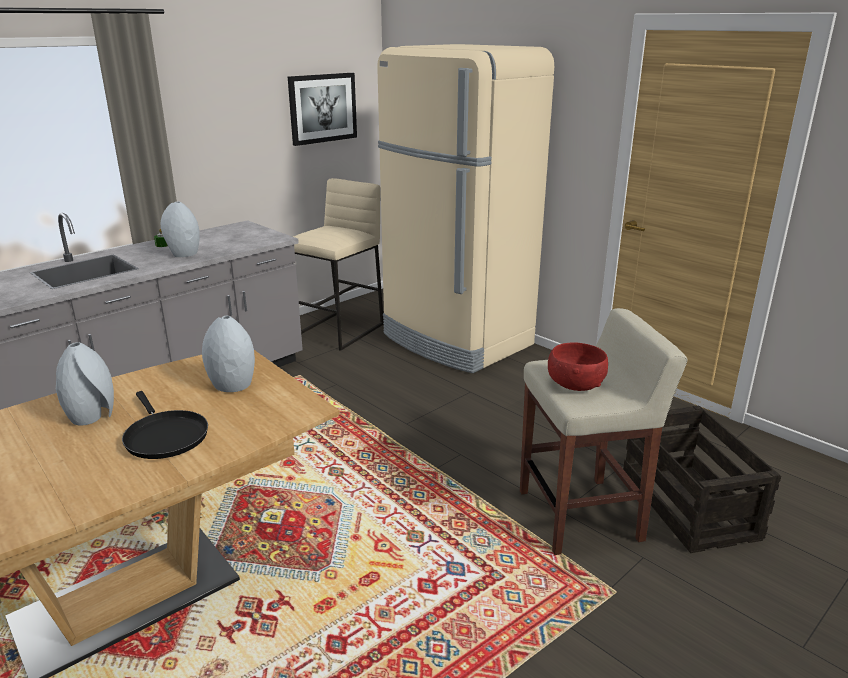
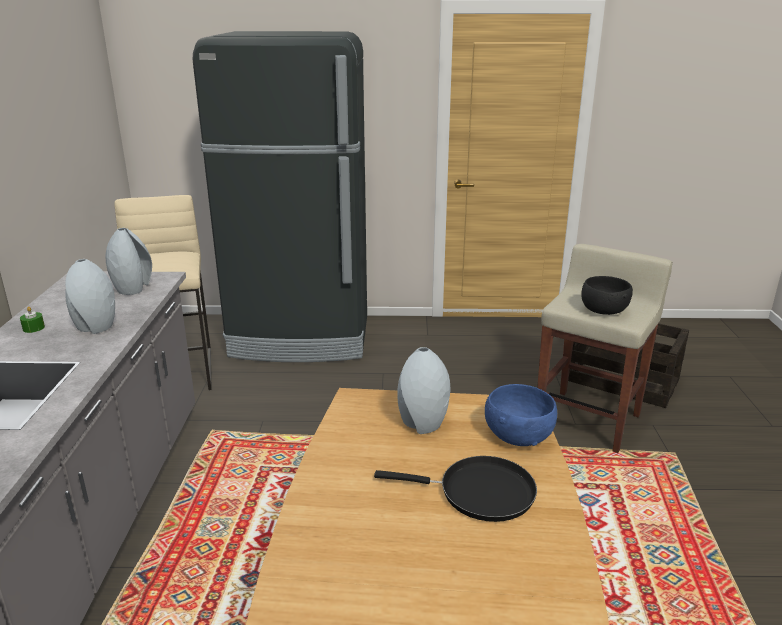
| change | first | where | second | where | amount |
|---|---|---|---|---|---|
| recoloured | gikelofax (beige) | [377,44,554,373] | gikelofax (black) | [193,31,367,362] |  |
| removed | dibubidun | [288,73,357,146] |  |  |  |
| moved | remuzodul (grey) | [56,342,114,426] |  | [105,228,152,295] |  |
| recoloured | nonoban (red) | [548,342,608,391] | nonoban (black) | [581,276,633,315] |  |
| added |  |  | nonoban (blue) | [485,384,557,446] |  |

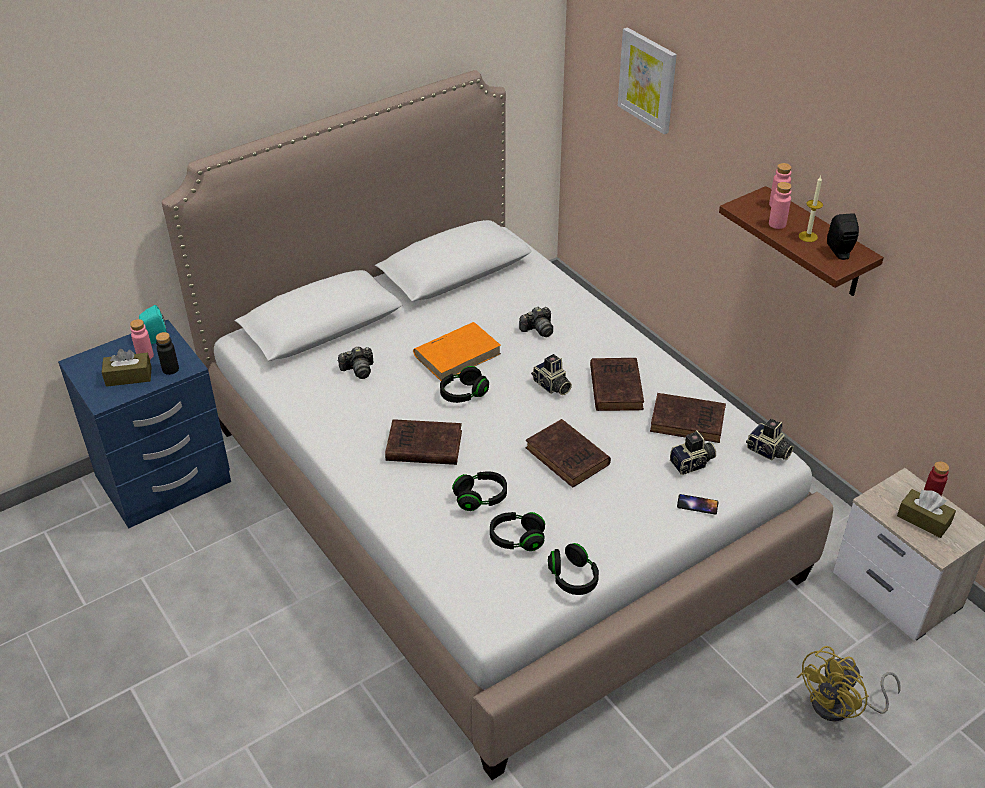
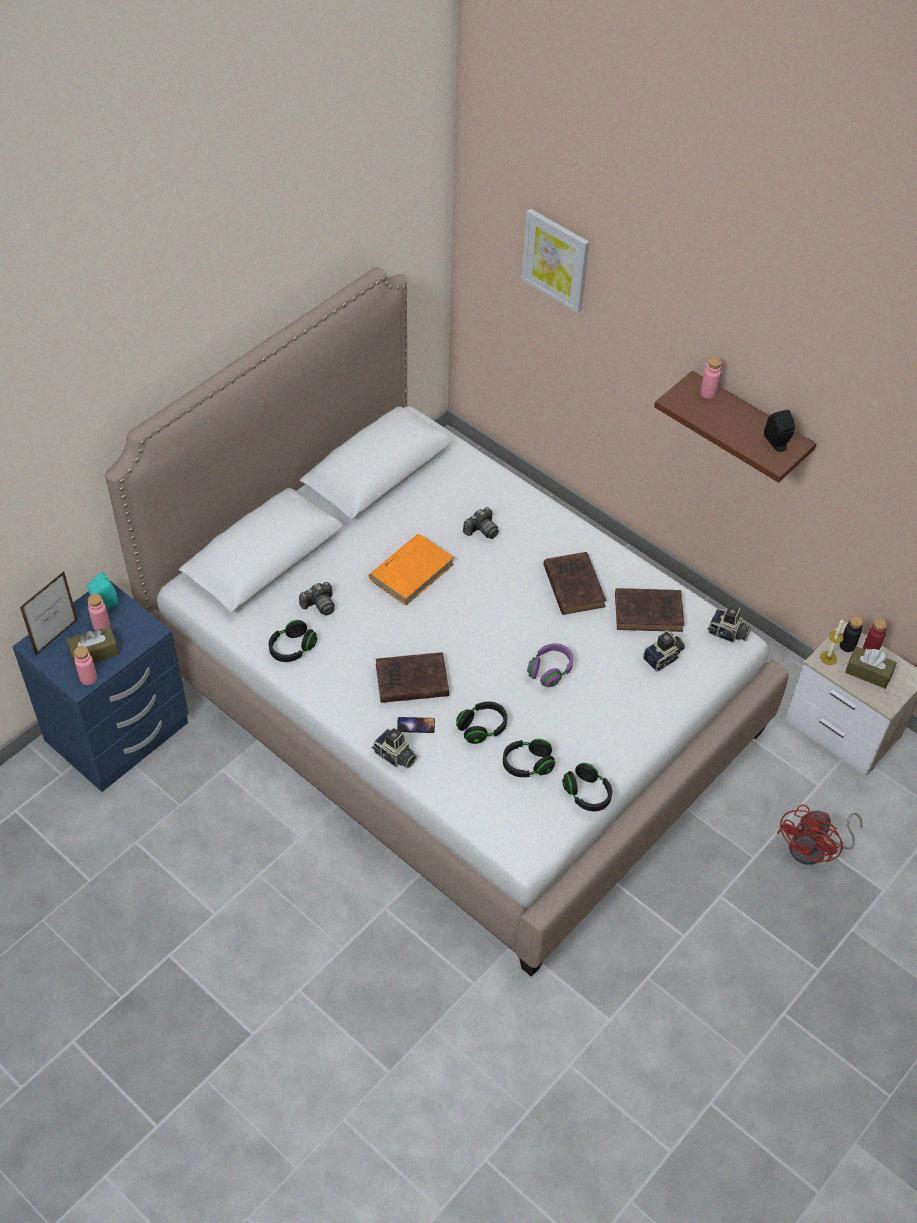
| change | first | where | second | where | amount |
|---|---|---|---|---|---|
| moved | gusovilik | [799,176,823,242] |  | [820,619,844,665] |  |
| moved | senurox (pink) | [769,182,792,229] |  | [74,646,97,685] |  |
| moved | senurox (black) | [156,332,179,375] |  | [840,616,863,652] |  |
| moved | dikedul | [531,354,572,395] |  | [372,728,417,768] |  |
| moved | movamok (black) | [440,366,489,403] |  | [269,620,317,662] |  |
| replaced | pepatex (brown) | [525,419,611,488] | movamok (purple) | [527,643,573,687] |  |
| moved | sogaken | [677,494,718,515] |  | [397,717,435,733] |  |
| recoloured | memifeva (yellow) | [797,646,900,721] | memifeva (red) | [777,804,862,865] |  |
| added |  |  | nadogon | [20,571,78,655] |  |

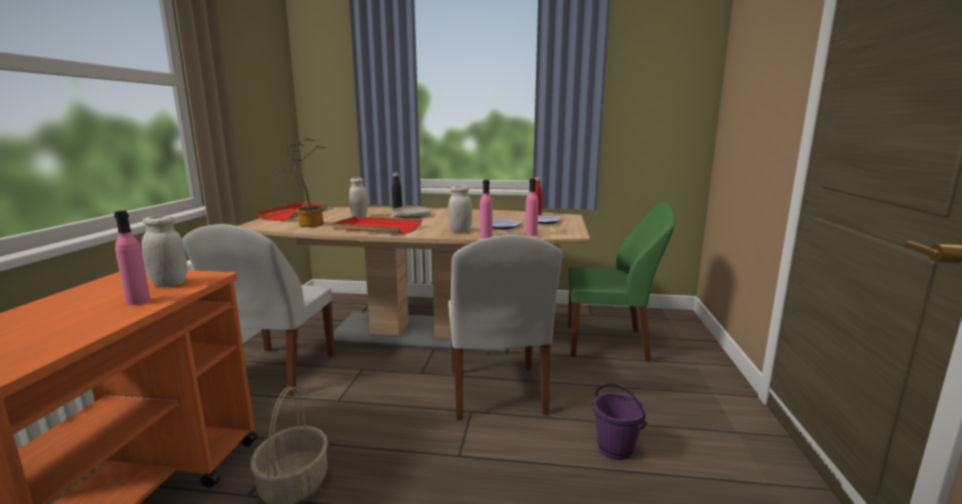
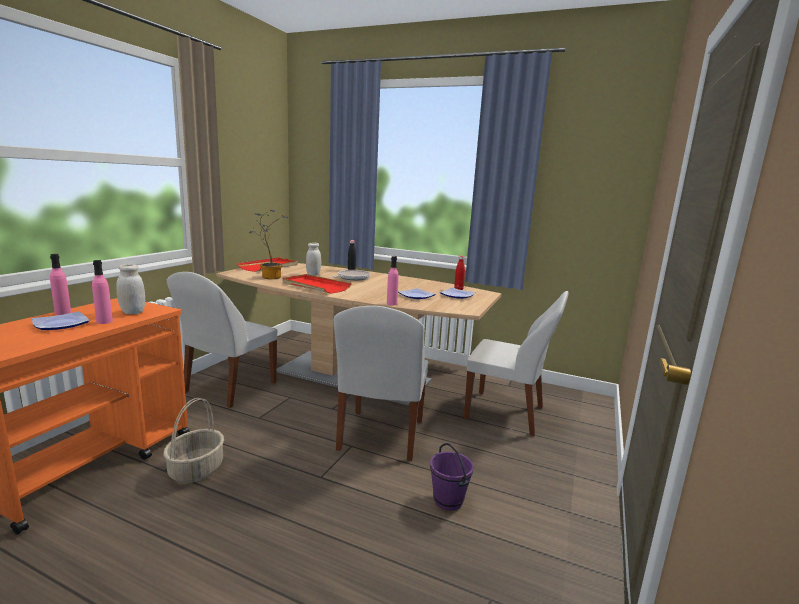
| change | first | where | second | where | amount |
|---|---|---|---|---|---|
| moved | senurox (pink) | [525,178,538,236] |  | [50,254,71,315] |  |
| removed | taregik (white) | [448,186,472,232] |  |  |  |
| recoloured | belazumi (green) | [568,202,675,362] | belazumi (white) | [464,291,569,436] |  |
| added |  |  | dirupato | [32,311,89,330] |  |

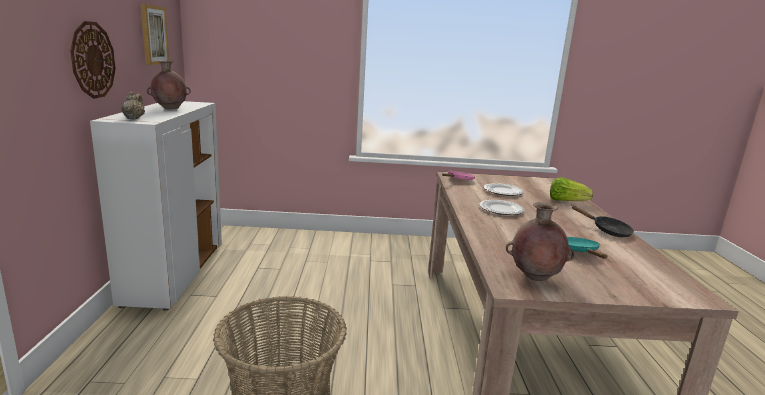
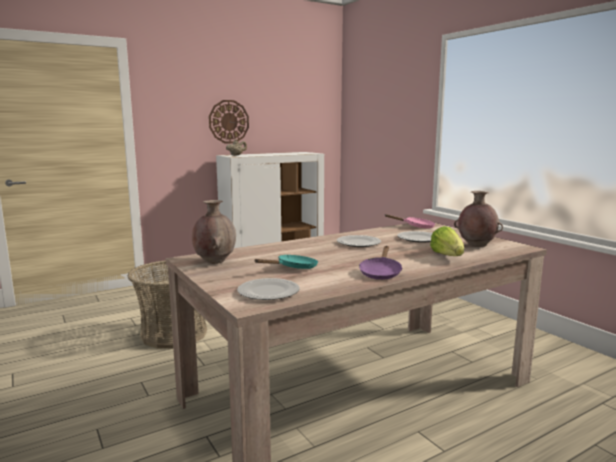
| change | first | where | second | where | amount |
|---|---|---|---|---|---|
| removed | dibubidun | [140,4,169,65] |  |  |  |
| moved | remuzodul (brown) | [147,61,191,110] |  | [454,191,503,247] |  |
| recoloured | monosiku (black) | [572,206,634,237] | monosiku (purple) | [359,246,403,280] |  |
| added |  |  | dirupato | [237,278,300,300] |  |

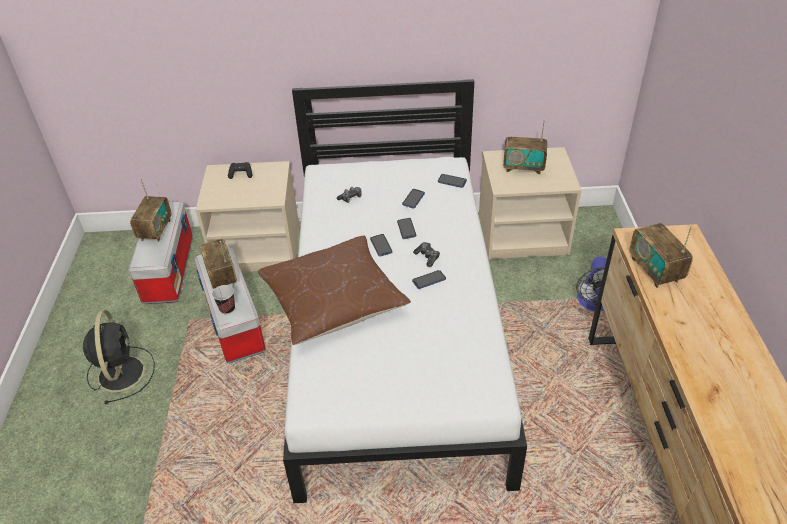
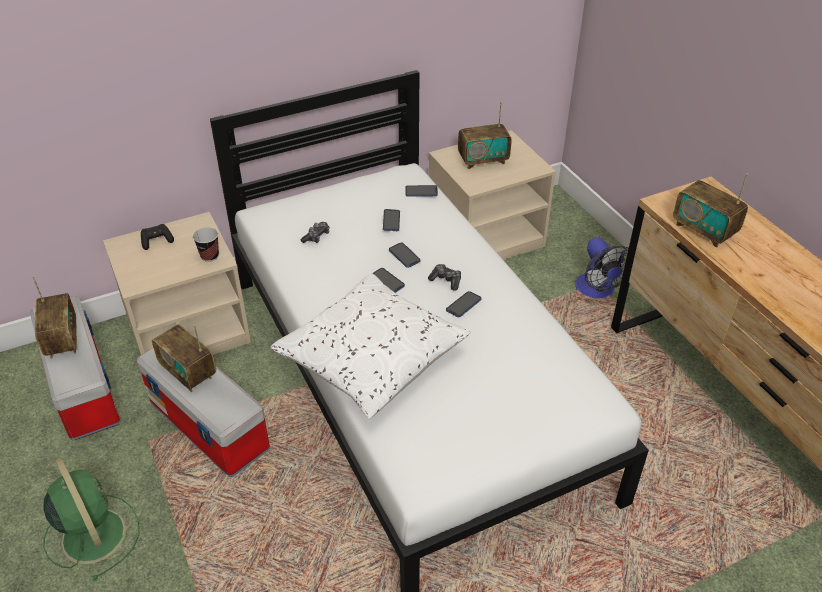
| change | first | where | second | where | amount |
|---|---|---|---|---|---|
| recoloured | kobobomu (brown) | [258,235,411,345] | kobobomu (white) | [270,273,470,419] |  |
| moved | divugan | [212,285,235,314] |  | [193,227,219,262] |  |
| recoloured | memifeva (black) | [83,310,155,404] | memifeva (green) | [43,457,140,581] |  |

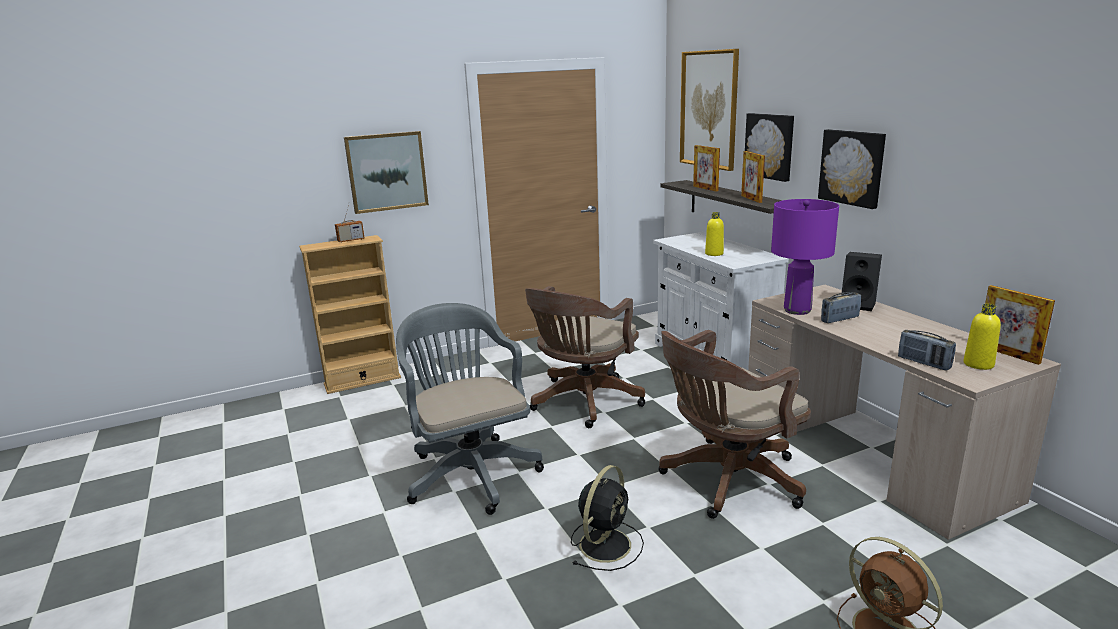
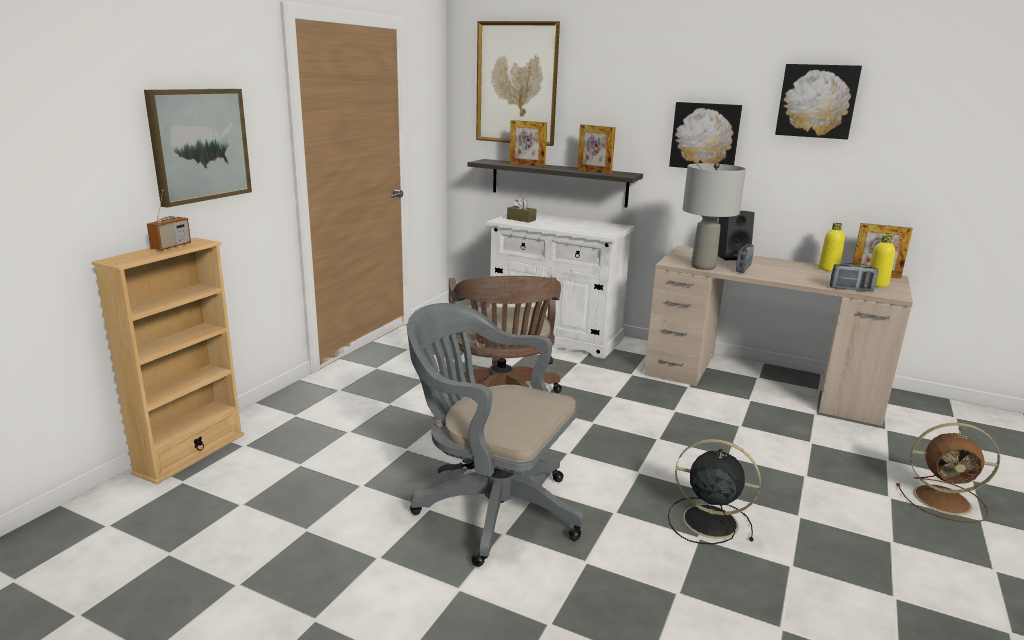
| change | first | where | second | where | amount |
|---|---|---|---|---|---|
| moved | dibubidun | [745,113,794,182] |  | [775,64,862,139] |  |
| recoloured | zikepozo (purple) | [771,199,839,315] | zikepozo (grey) | [683,162,746,270] |  |
| moved | senurox (yellow) | [705,212,724,256] |  | [818,223,845,271] |  |
| removed | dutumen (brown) | [658,330,811,519] |  |  |  |
| turned | memifeva (black) | [571,465,644,571] |  | [668,439,761,544] | 60 degrees counterclockwise |
| added |  |  | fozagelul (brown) | [507,197,537,222] |  |

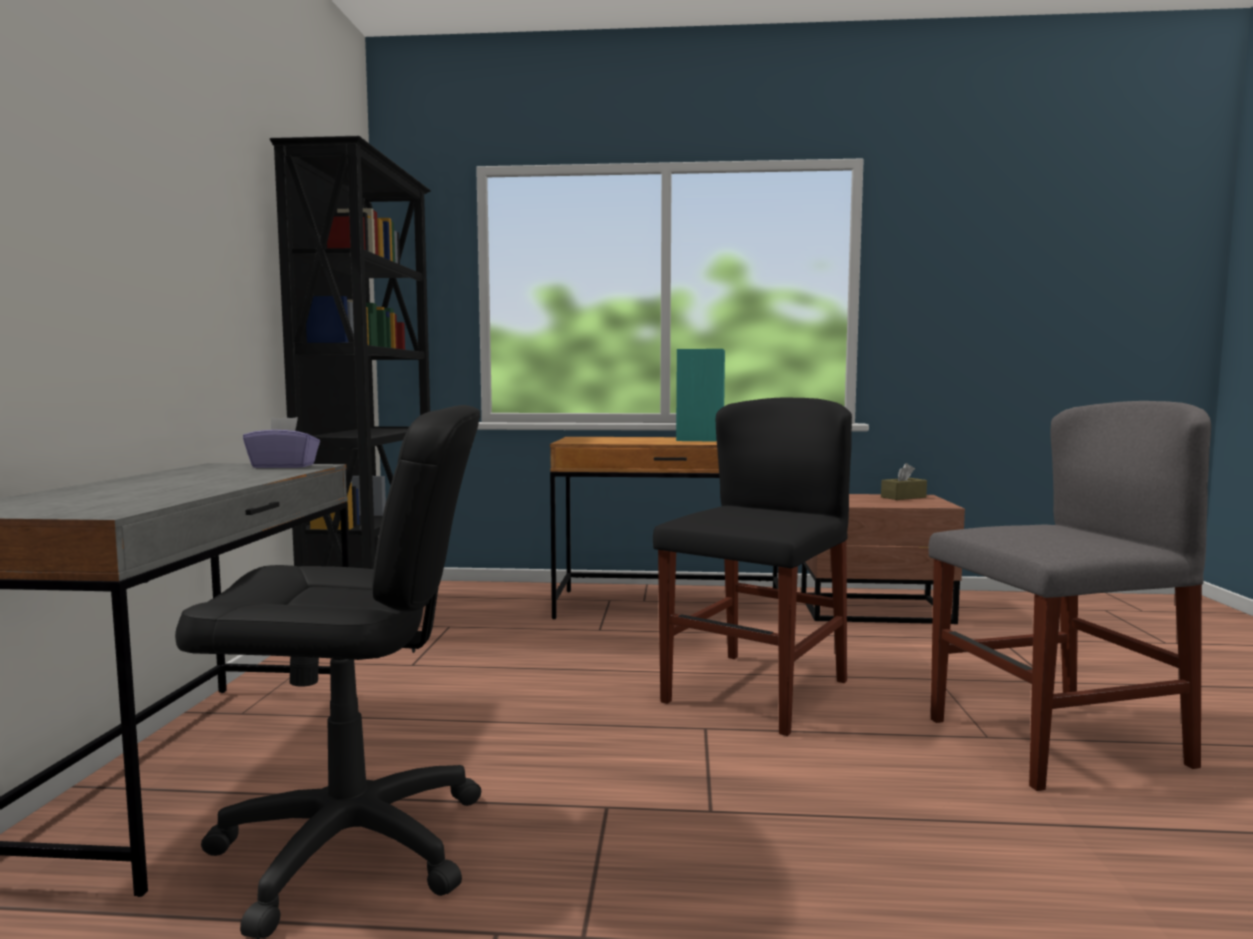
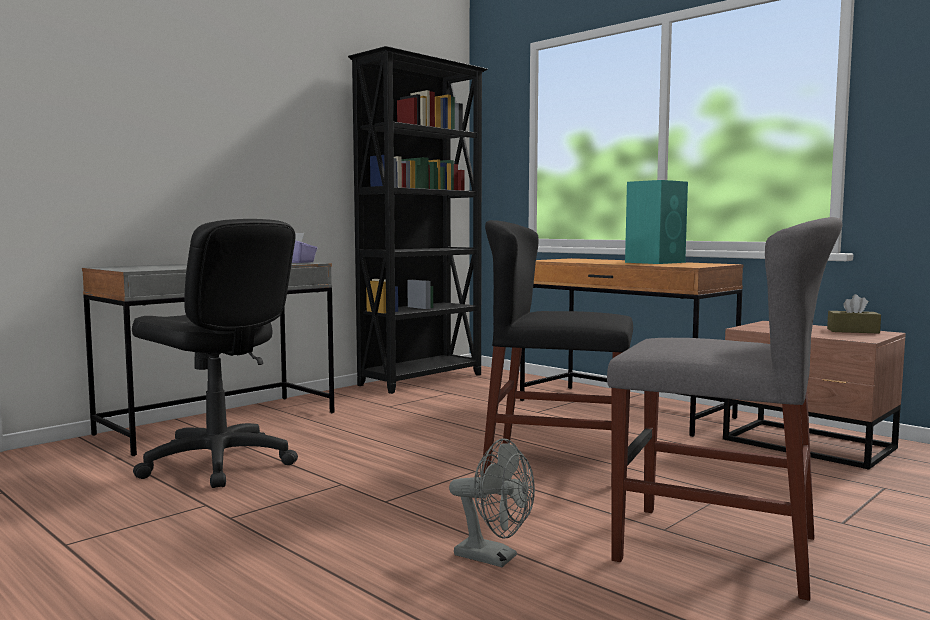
| change | first | where | second | where | amount |
|---|---|---|---|---|---|
| turned | belazumi (black) | [653,397,852,736] |  | [482,220,633,474] | 150 degrees counterclockwise |
| added |  |  | memifeva (grey) | [449,438,535,567] |  |

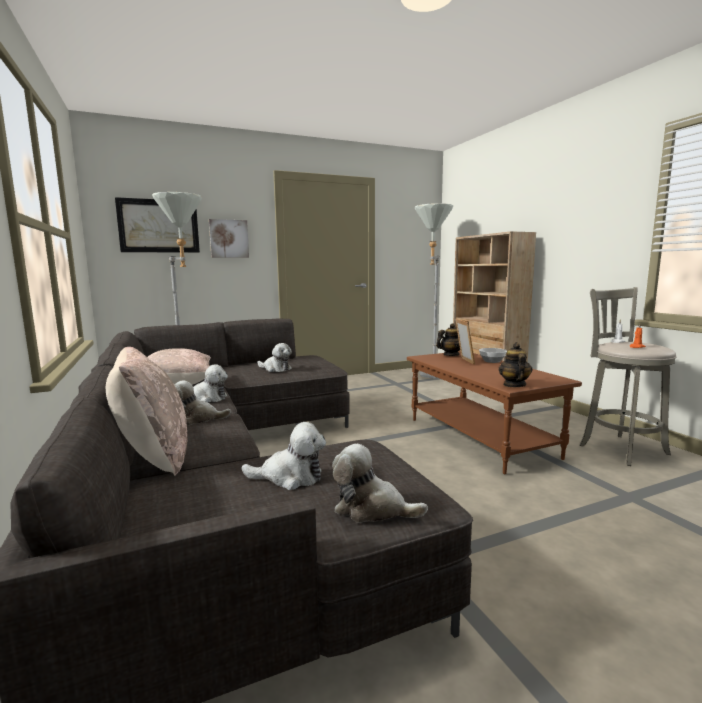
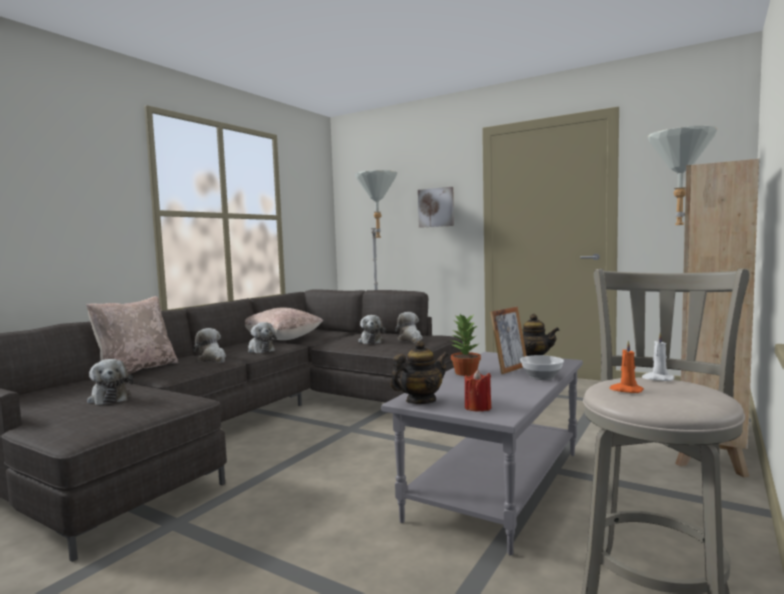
| change | first | where | second | where | amount |
|---|---|---|---|---|---|
| removed | dibubidun | [115,197,200,252] |  |  |  |
| recoloured | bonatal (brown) | [407,351,582,474] | bonatal (grey) | [381,352,583,556] |  |
| moved | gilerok | [332,444,428,523] |  | [395,312,423,343] |  |
| added |  |  | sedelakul | [451,314,481,376] |  |
| added |  |  | gusovilik (red) | [465,369,491,412] |  |

